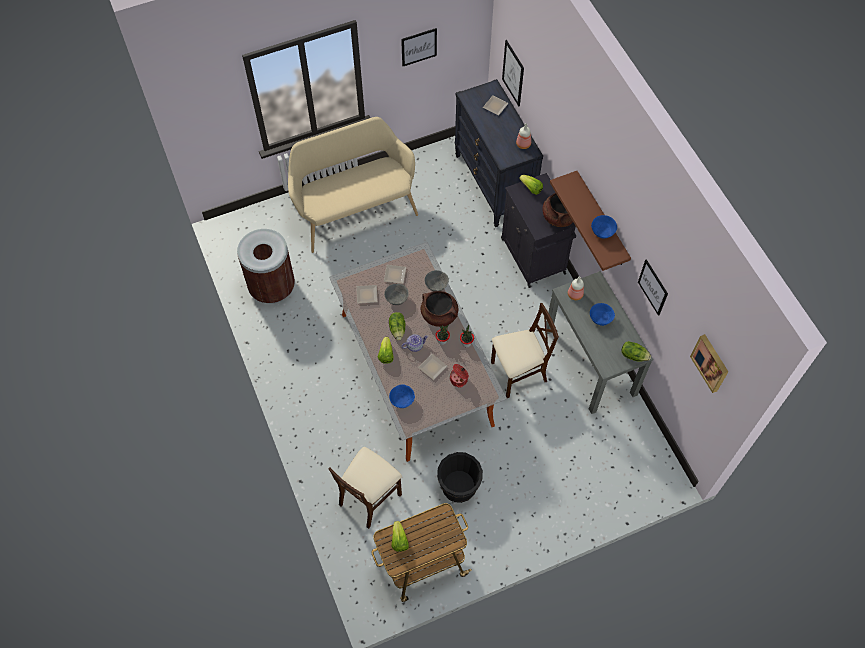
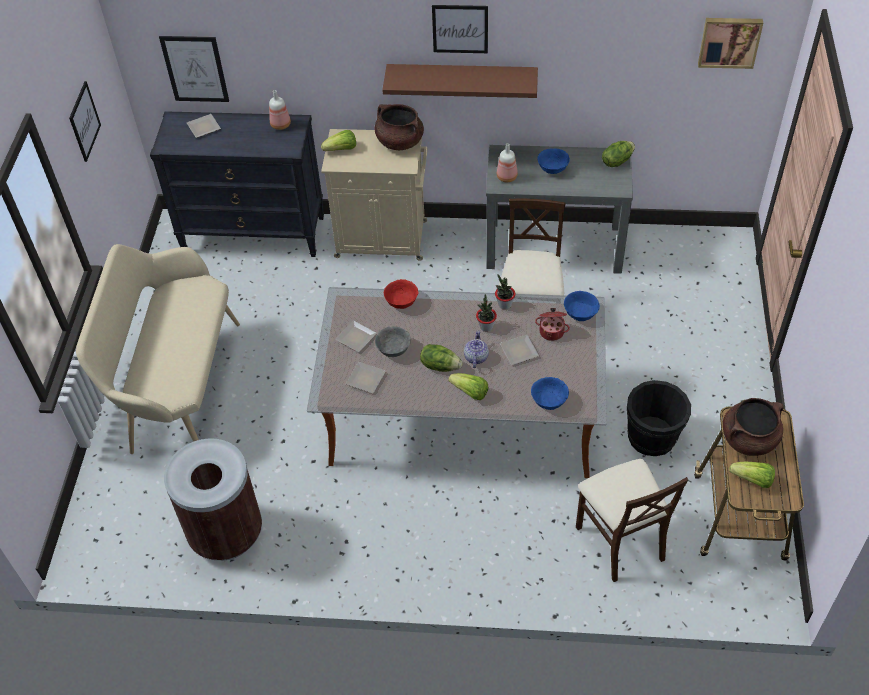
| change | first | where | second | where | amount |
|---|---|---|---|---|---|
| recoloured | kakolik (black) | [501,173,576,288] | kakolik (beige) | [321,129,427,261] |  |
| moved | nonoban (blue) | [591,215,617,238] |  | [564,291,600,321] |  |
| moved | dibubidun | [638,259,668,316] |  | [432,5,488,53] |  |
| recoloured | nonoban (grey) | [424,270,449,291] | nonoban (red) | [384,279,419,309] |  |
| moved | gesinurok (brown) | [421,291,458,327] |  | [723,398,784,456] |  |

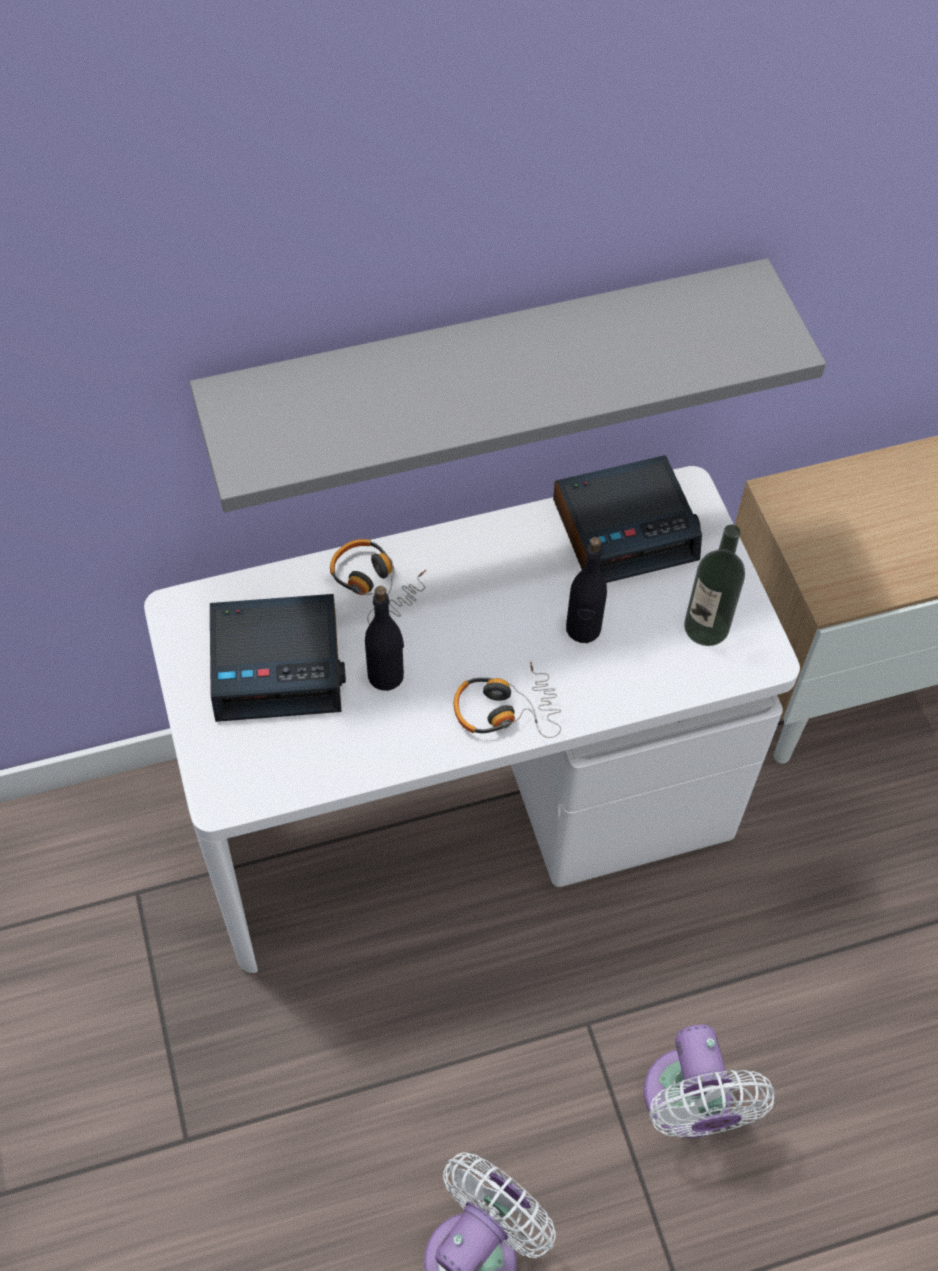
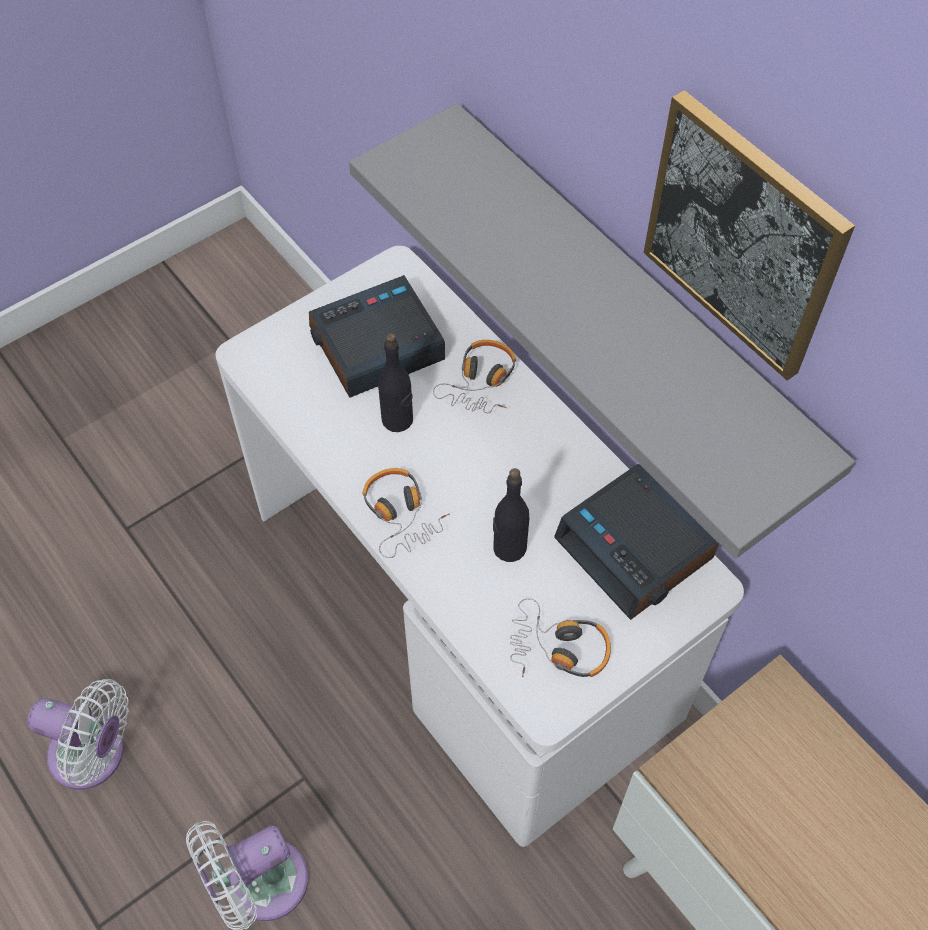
| change | first | where | second | where | amount |
|---|---|---|---|---|---|
| replaced | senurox | [684,524,745,646] | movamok | [510,598,611,677] |  |
| turned | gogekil | [210,594,346,722] |  | [309,275,445,398] | 90 degrees clockwise |
| added |  |  | dibubidun | [643,90,855,380] |  |

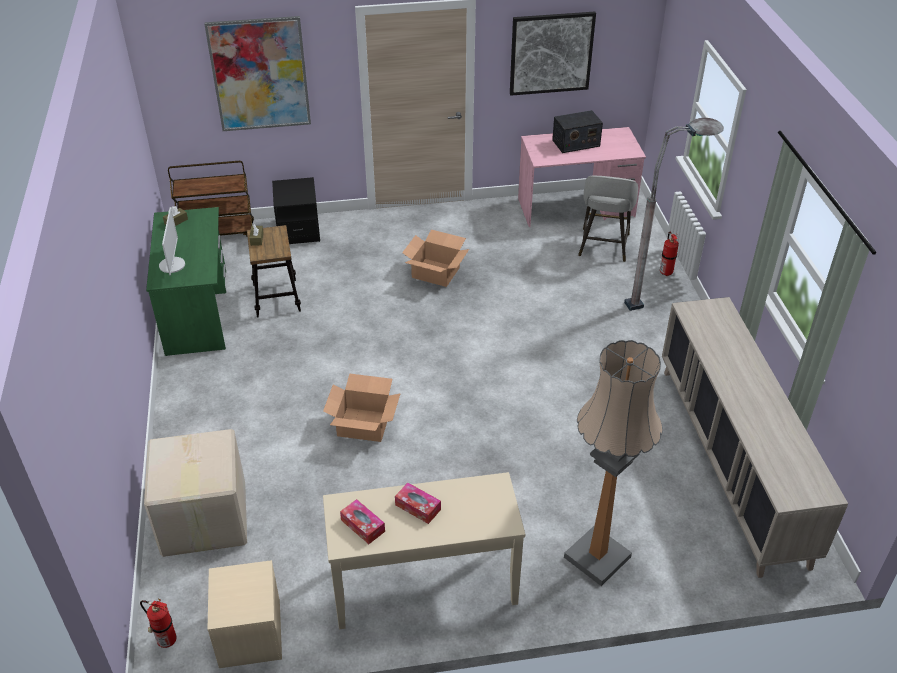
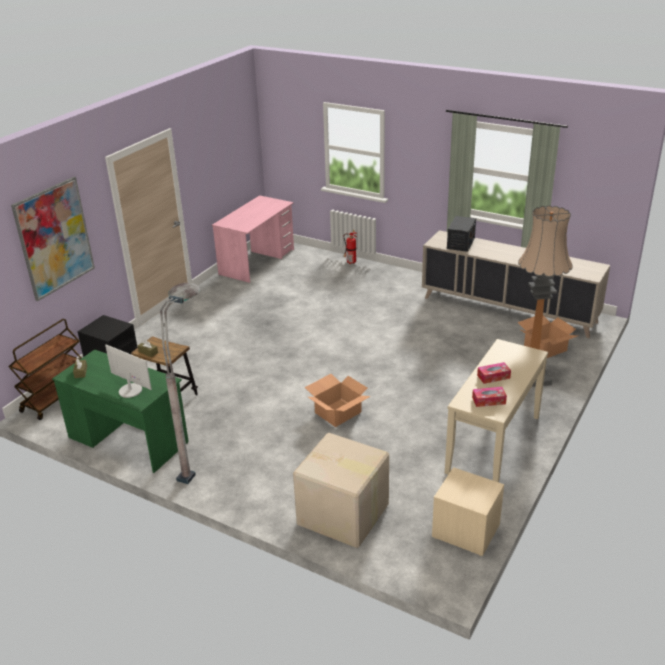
| change | first | where | second | where | amount |
|---|---|---|---|---|---|
| removed | dibubidun | [510,12,596,96] |  |  |  |
| moved | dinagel | [552,110,603,153] |  | [447,216,476,252] |  |
| moved | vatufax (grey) | [624,118,724,311] |  | [160,283,200,484] |  |
| removed | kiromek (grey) | [578,176,638,262] |  |  |  |
| moved | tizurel | [402,229,469,287] |  | [518,316,577,358] |  |
| removed | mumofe | [140,598,177,648] |  |  |  |

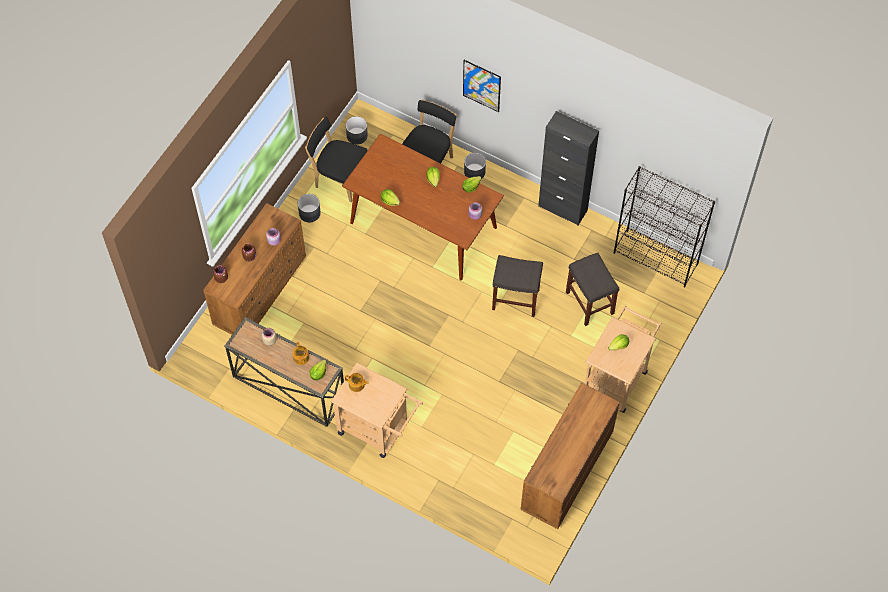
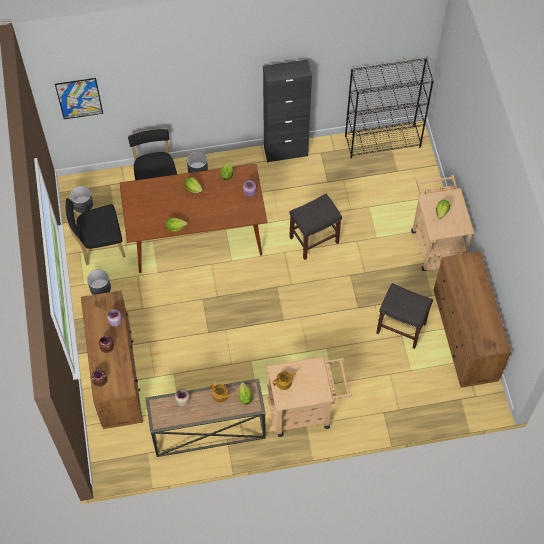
| change | first | where | second | where | amount |
|---|---|---|---|---|---|
| moved | dibubidun | [463,60,501,112] |  | [55,78,103,119] |  |
| moved | kiromek (grey) | [566,253,619,326] |  | [376,283,433,349] |  |

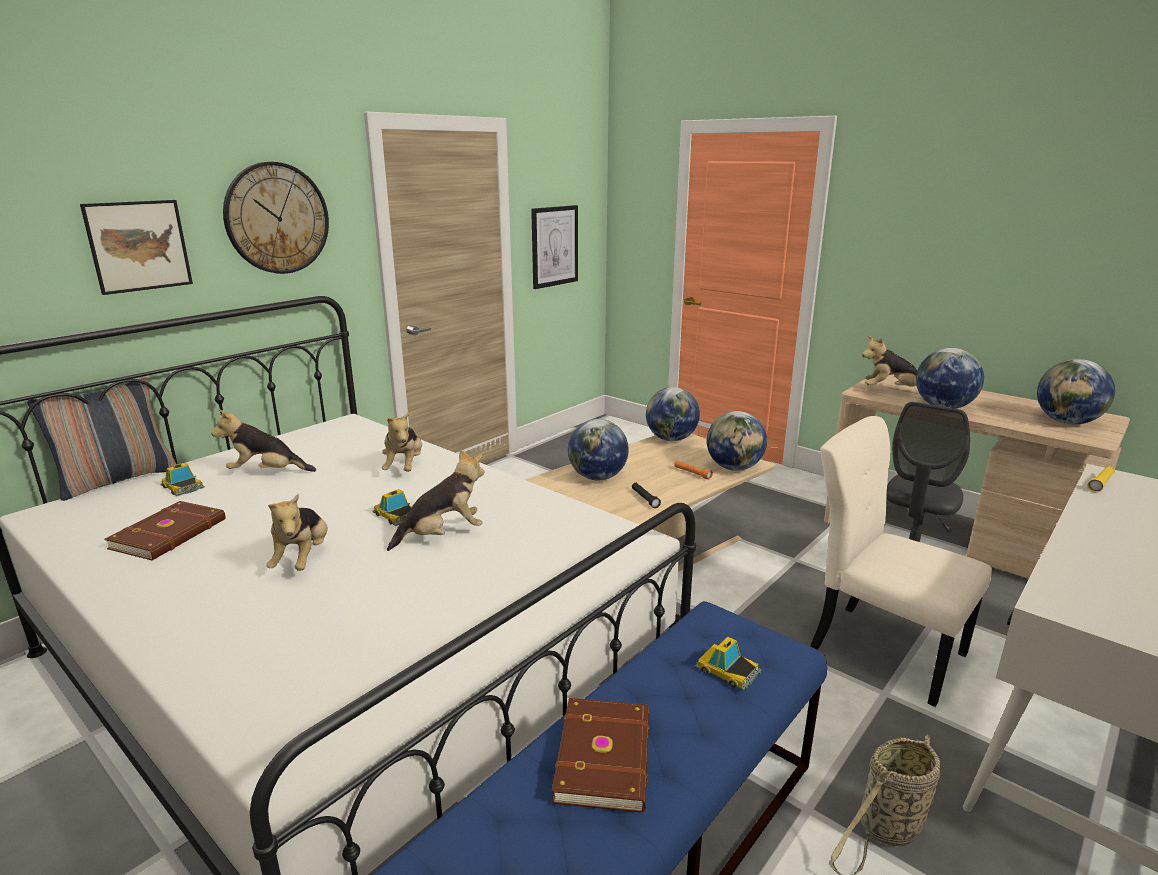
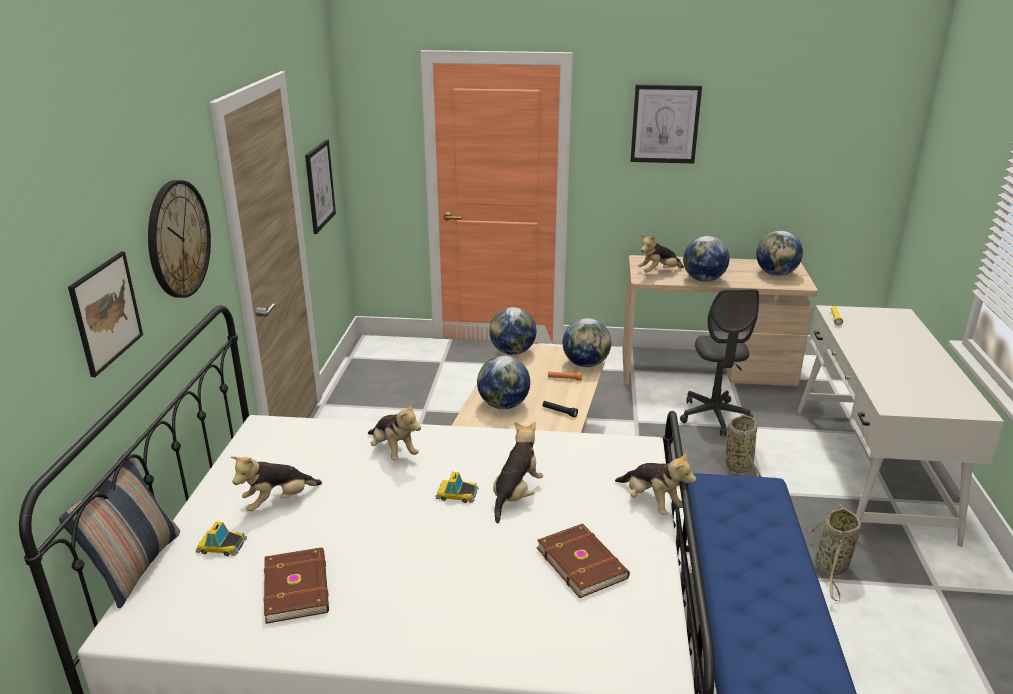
| change | first | where | second | where | amount |
|---|---|---|---|---|---|
| replaced | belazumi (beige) | [810,416,992,707] | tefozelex | [726,415,761,477] |  |
| moved | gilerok | [267,494,328,571] |  | [615,451,697,515] |  |
| removed | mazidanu | [695,637,761,691] |  |  |  |
| moved | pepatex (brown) | [552,698,649,813] |  | [537,524,630,598] |  |
| added |  |  | dibubidun | [630,84,702,164] |  |

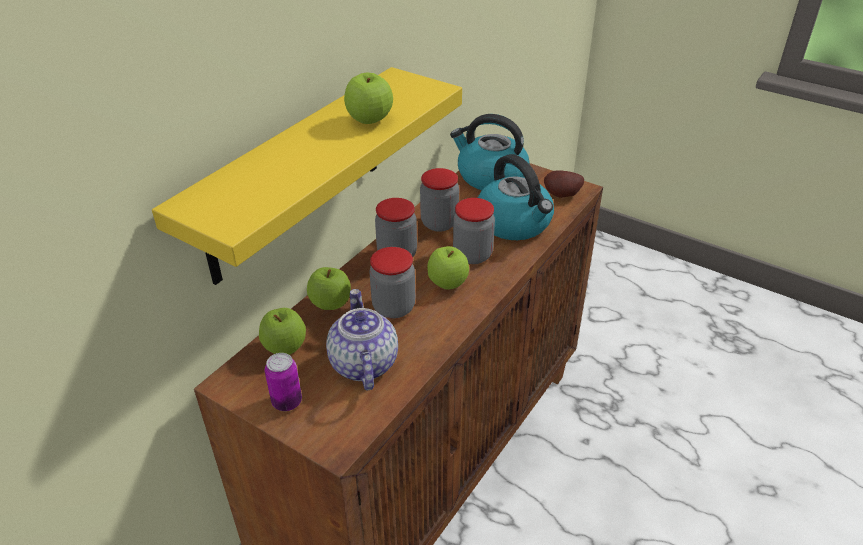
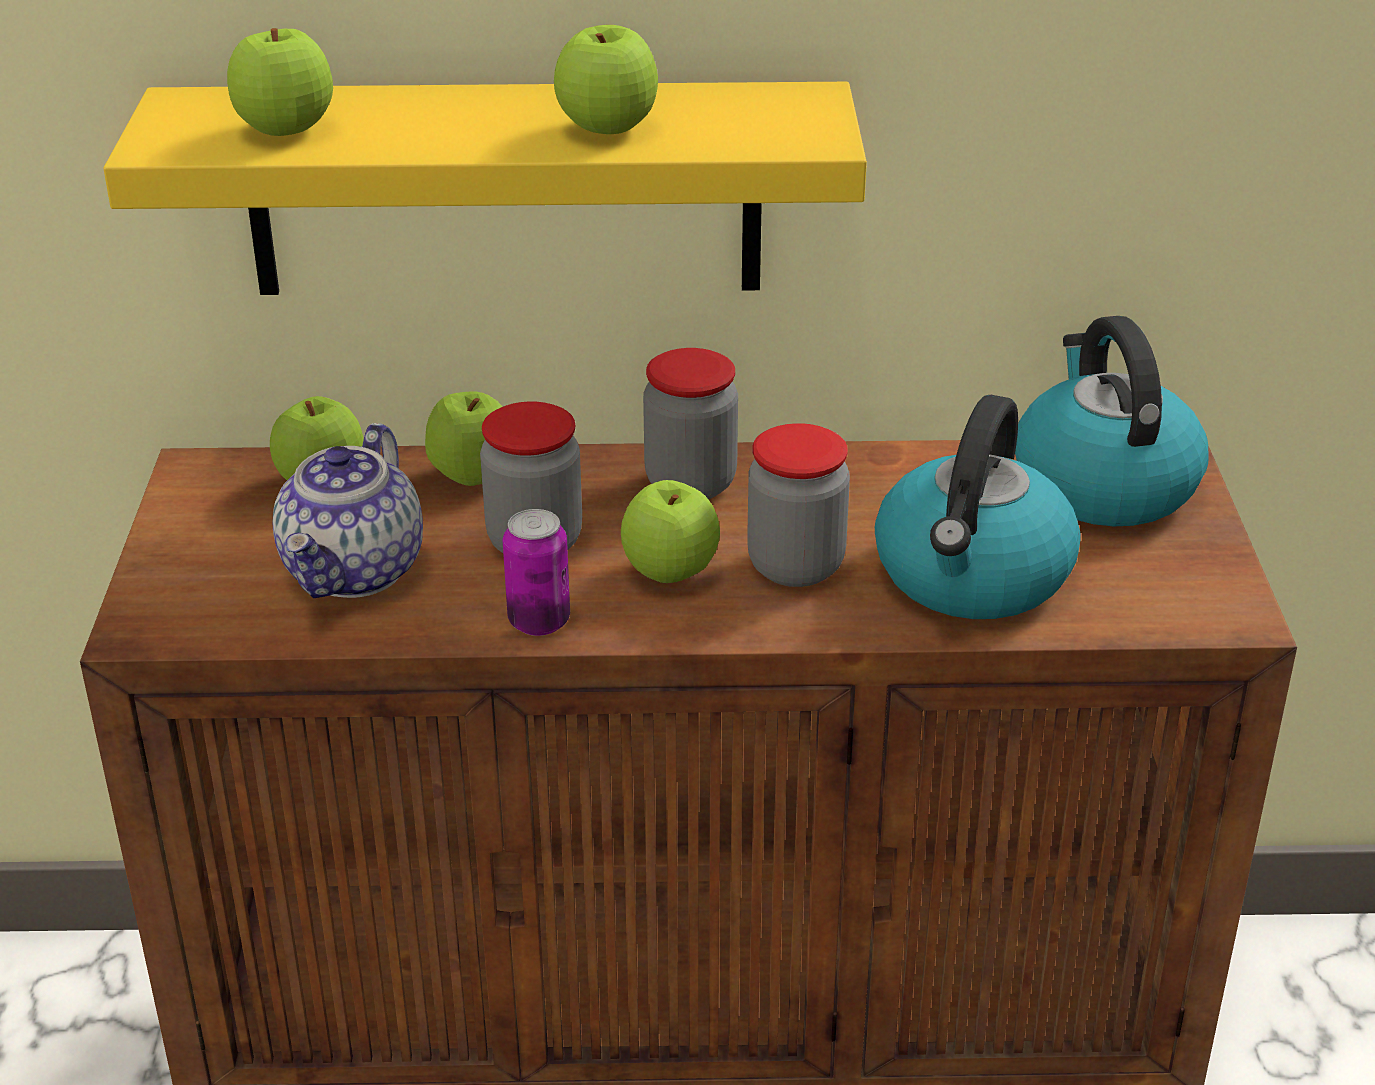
| change | first | where | second | where | amount |
|---|---|---|---|---|---|
| removed | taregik | [420,168,459,232] |  |  |  |
| removed | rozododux | [544,170,584,198] |  |  |  |
| turned | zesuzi | [326,289,398,391] |  | [272,423,423,598] | 150 degrees clockwise |
| moved | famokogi | [265,353,302,411] |  | [503,509,570,636] |  |
| added |  |  | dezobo | [227,28,333,136] |  |

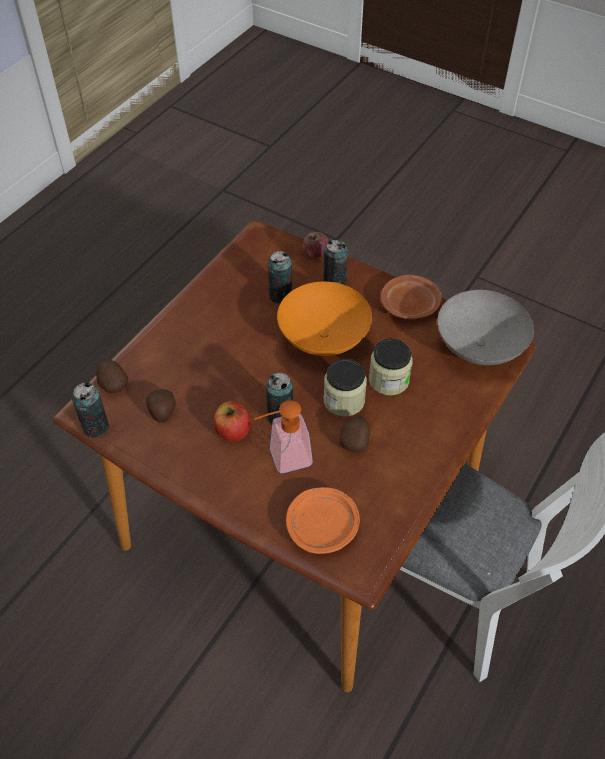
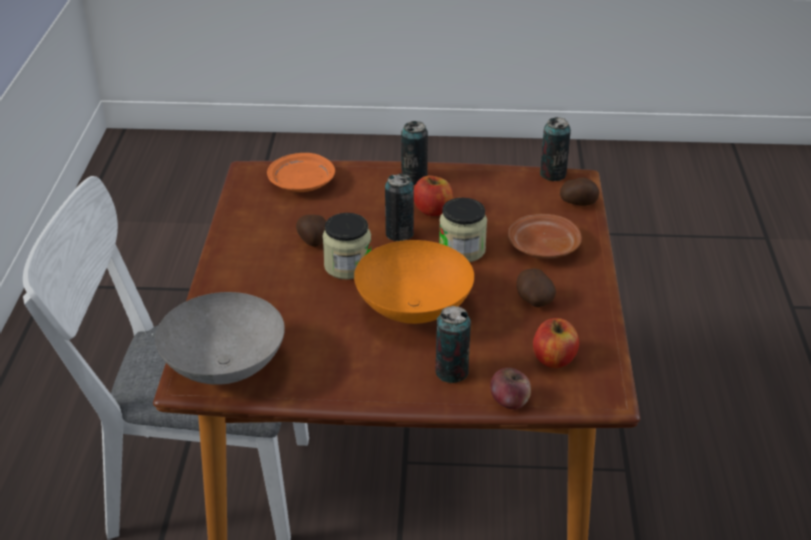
| change | first | where | second | where | amount |
|---|---|---|---|---|---|
| moved | famokogi | [268,251,292,304] |  | [401,121,428,185] |  |
| moved | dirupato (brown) | [381,275,442,319] |  | [508,214,582,259] |  |
| moved | taregik | [369,338,413,395] |  | [439,198,487,262] |  |
| moved | rozododux | [146,389,176,423] |  | [517,268,556,307] |  |
| removed | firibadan | [254,400,313,473] |  |  |  |
| added |  |  | dezobo | [533,318,579,368] |  |

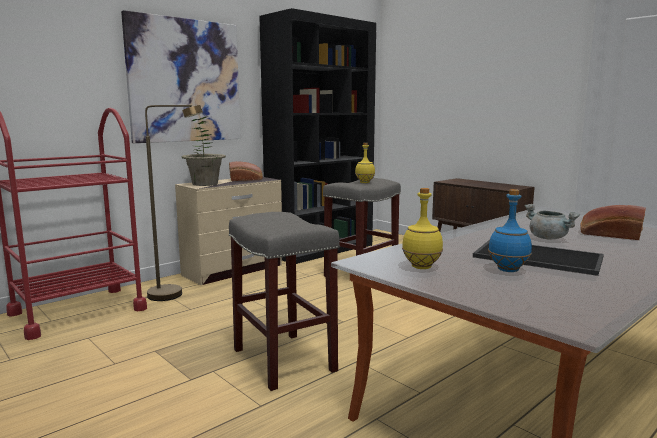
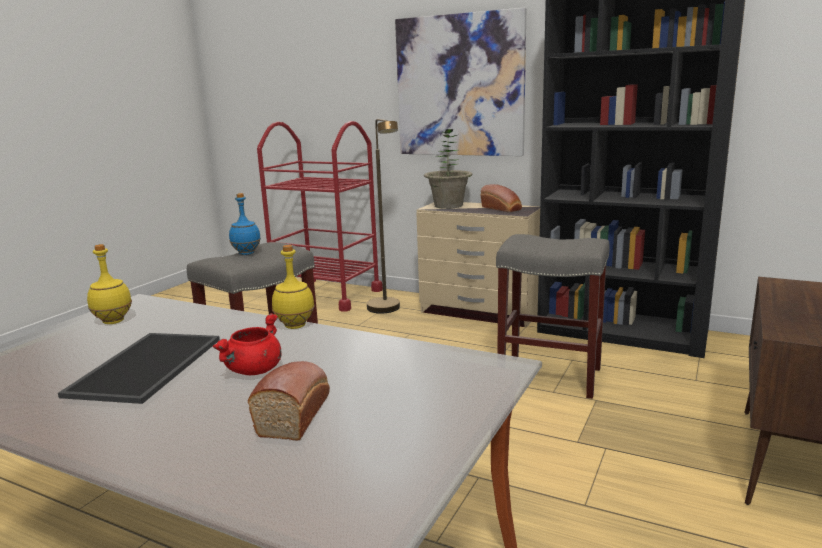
| change | first | where | second | where | amount |
|---|---|---|---|---|---|
| moved | senurox (yellow) | [355,143,375,183] |  | [272,245,315,329] |  |
| moved | senurox (blue) | [488,189,532,272] |  | [229,193,261,255] |  |
| recoloured | gesinurok (grey) | [525,204,580,239] | gesinurok (red) | [213,313,282,375] |  |

